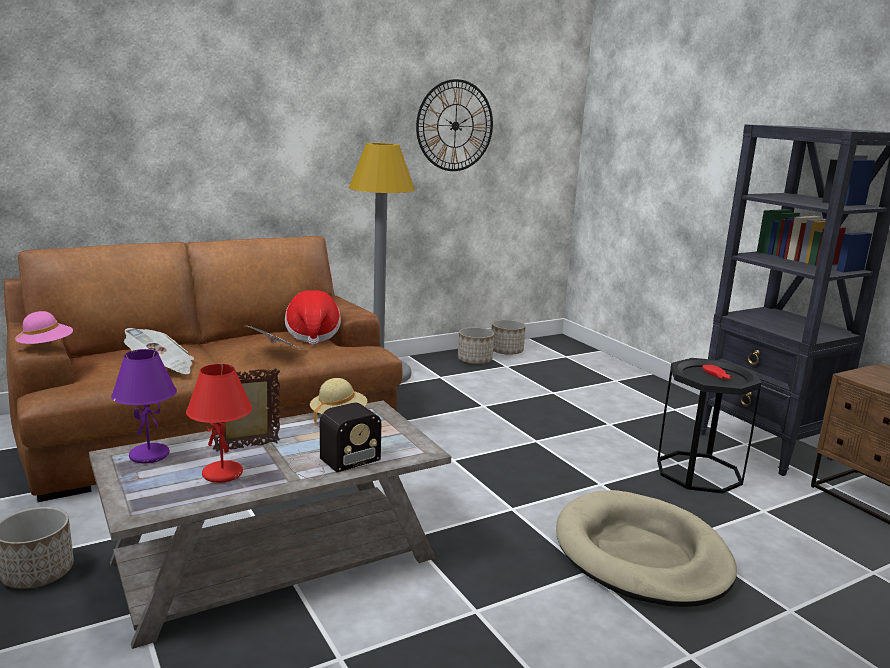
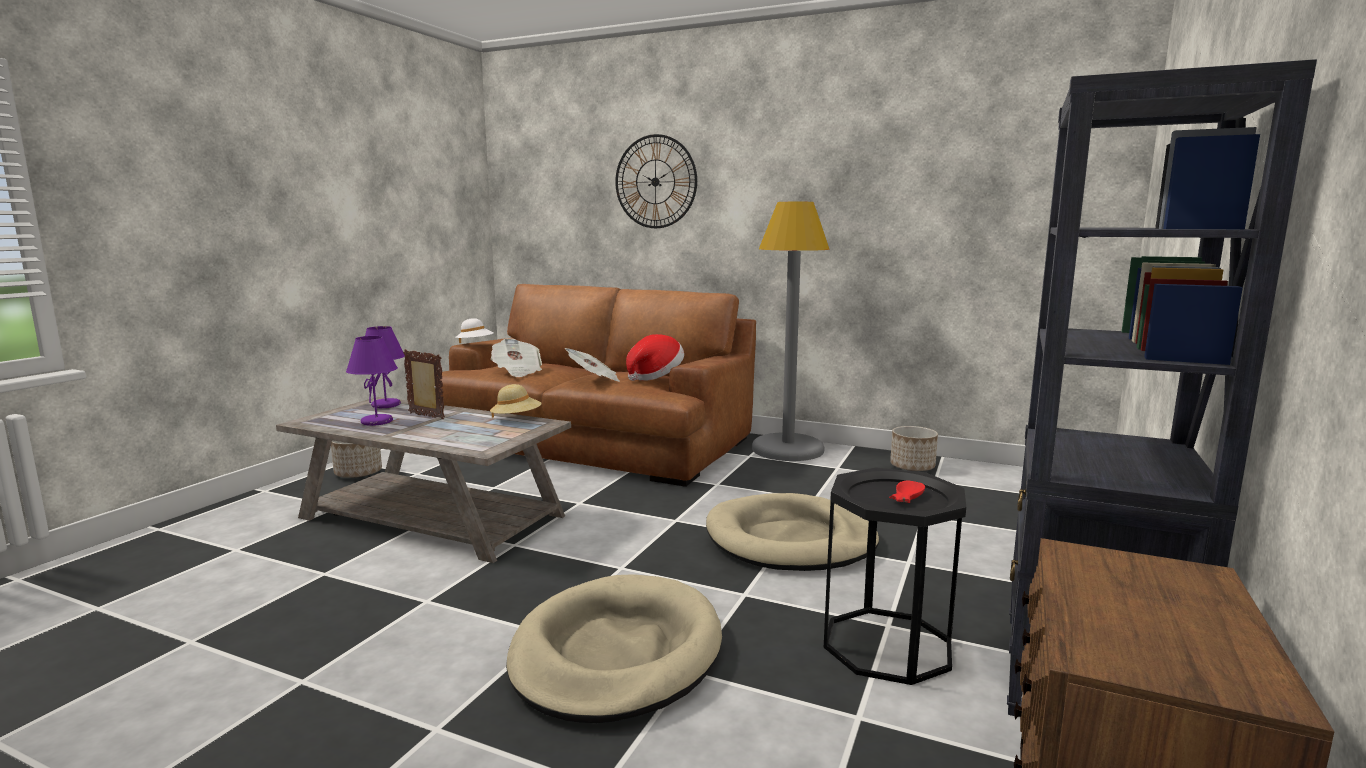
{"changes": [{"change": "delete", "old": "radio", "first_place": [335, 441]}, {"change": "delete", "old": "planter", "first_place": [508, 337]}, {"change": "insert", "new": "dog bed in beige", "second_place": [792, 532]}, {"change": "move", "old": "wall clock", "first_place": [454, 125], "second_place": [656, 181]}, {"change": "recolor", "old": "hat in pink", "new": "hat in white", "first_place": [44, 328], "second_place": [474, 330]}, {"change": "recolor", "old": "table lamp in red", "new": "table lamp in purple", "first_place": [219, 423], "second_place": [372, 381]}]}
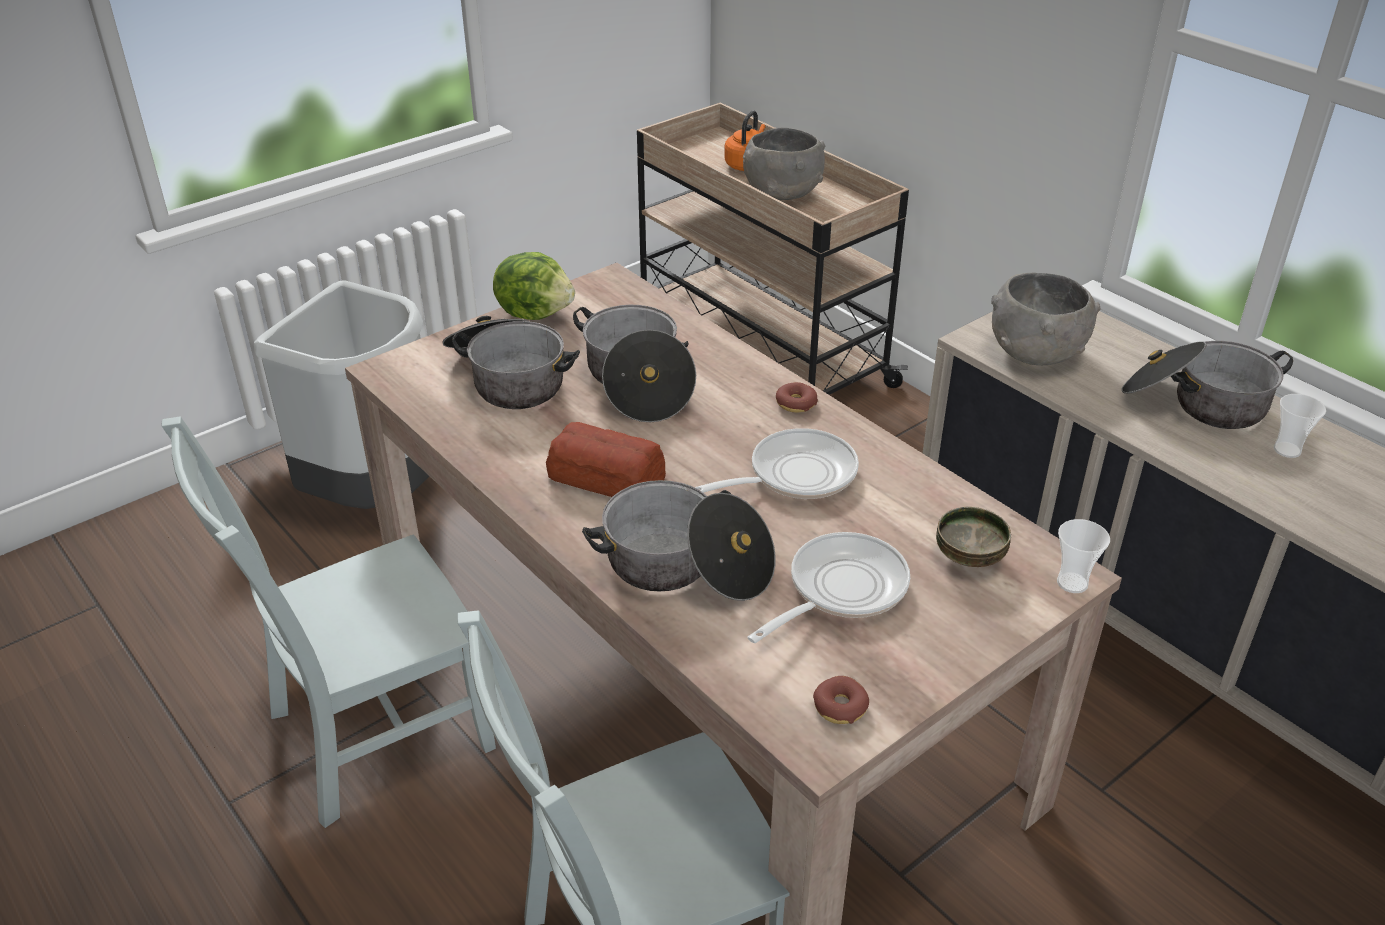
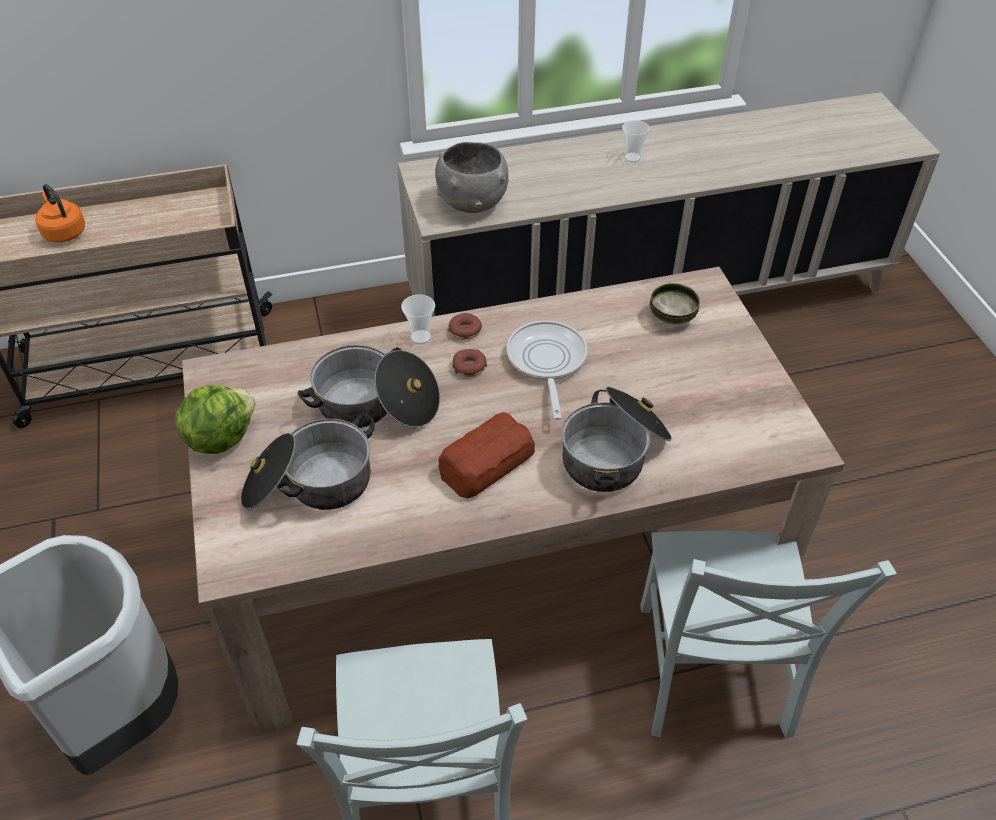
{"changes": [{"change": "delete", "old": "bowl in grey", "first_place": [784, 164]}, {"change": "delete", "old": "frying pan", "first_place": [829, 587]}, {"change": "delete", "old": "cooking pot", "first_place": [1207, 385]}, {"change": "move", "old": "donut", "first_place": [841, 700], "second_place": [469, 363]}, {"change": "move", "old": "cup", "first_place": [1083, 556], "second_place": [418, 319]}]}
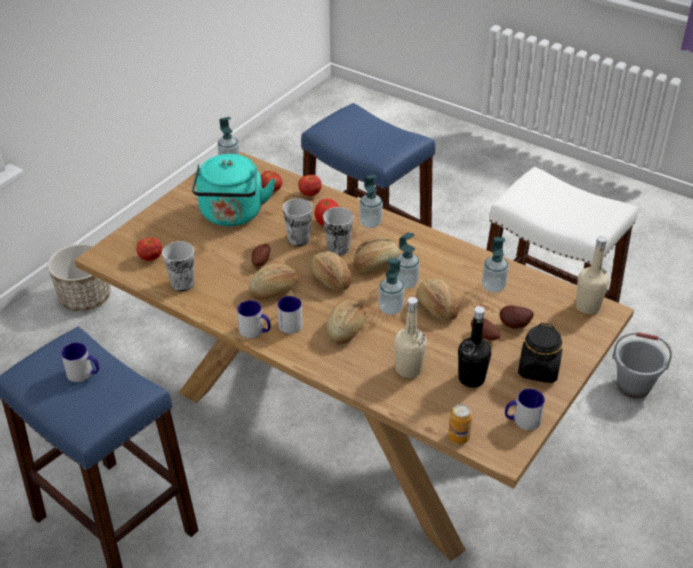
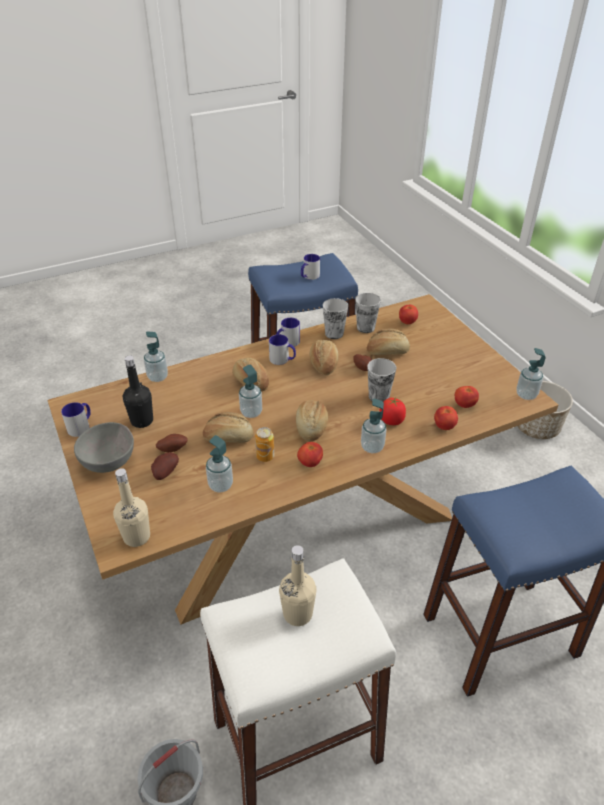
{"changes": [{"change": "delete", "old": "kettle in turquoise", "first_place": [234, 190]}, {"change": "insert", "new": "tomato", "second_place": [310, 454]}, {"change": "move", "old": "bread", "first_place": [330, 270], "second_place": [388, 342]}, {"change": "move", "old": "cup", "first_place": [338, 231], "second_place": [335, 318]}, {"change": "move", "old": "bottle in beige", "first_place": [410, 337], "second_place": [297, 585]}, {"change": "move", "old": "soap dispenser", "first_place": [408, 261], "second_place": [156, 357]}, {"change": "move", "old": "can", "first_place": [460, 424], "second_place": [264, 444]}, {"change": "replace", "old": "jar in black", "new": "bowl in grey", "first_place": [540, 353], "second_place": [104, 447]}]}
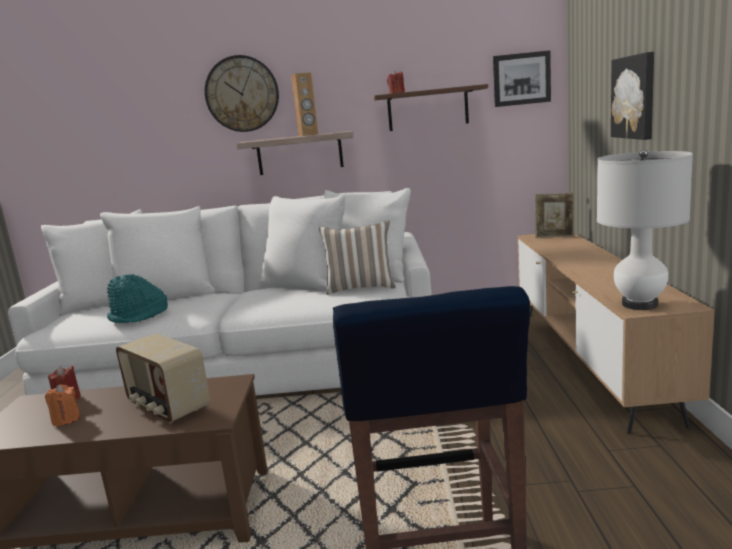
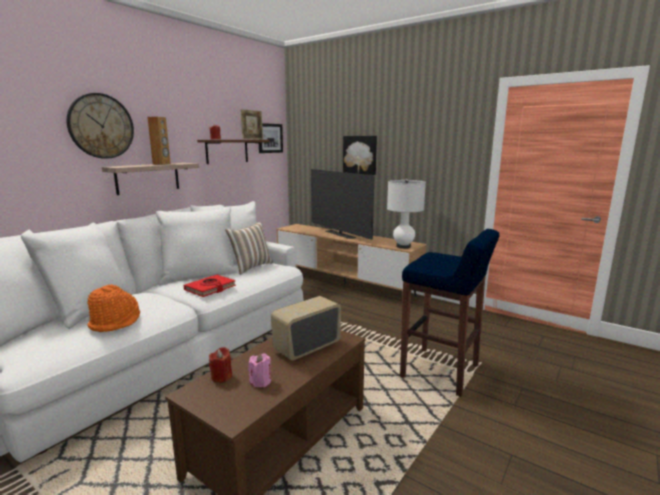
{"changes": [{"change": "insert", "new": "book in red", "second_place": [210, 286]}, {"change": "insert", "new": "television", "second_place": [342, 204]}, {"change": "move", "old": "picture frame", "first_place": [555, 215], "second_place": [252, 124]}, {"change": "recolor", "old": "candle in orange", "new": "candle in pink", "first_place": [62, 405], "second_place": [259, 370]}, {"change": "recolor", "old": "hat in turquoise", "new": "hat in orange", "first_place": [137, 298], "second_place": [113, 308]}, {"change": "rotate", "old": "radio", "first_place": [163, 378], "second_place": [306, 328], "degrees": 150}]}
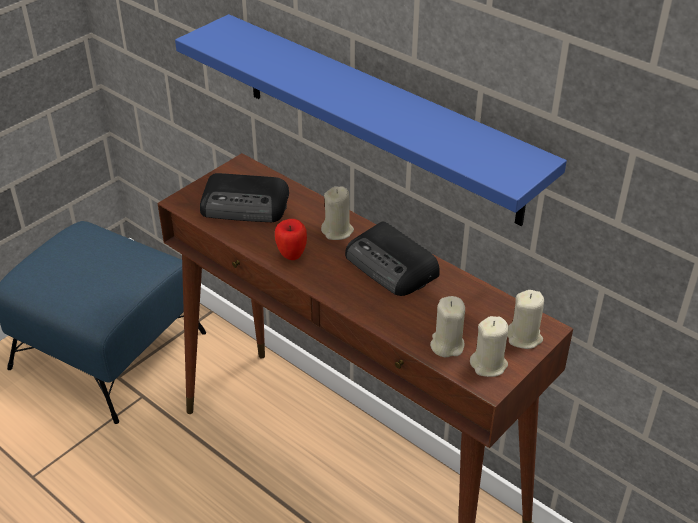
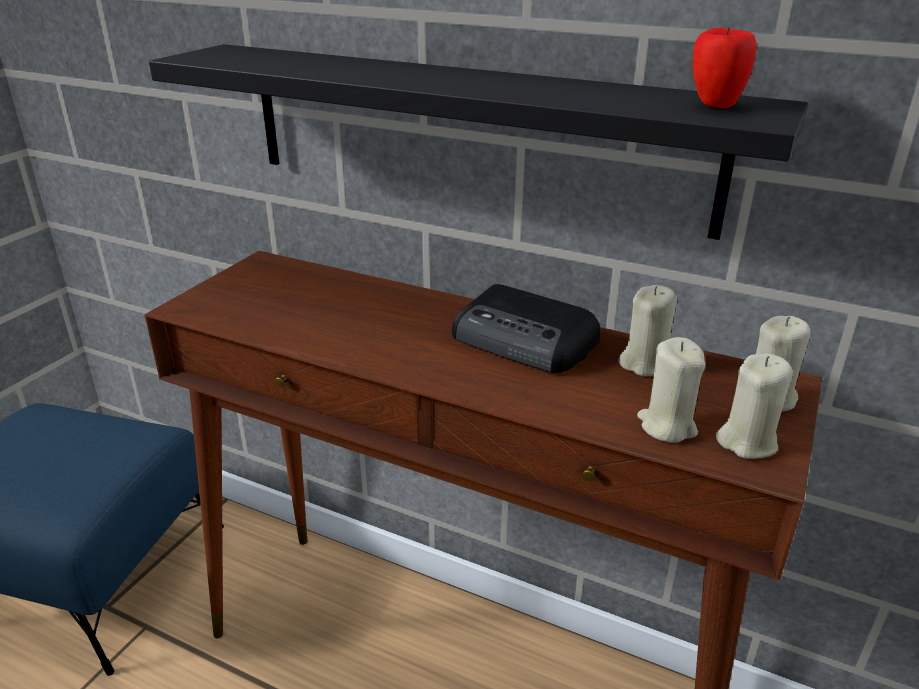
{"changes": [{"change": "delete", "old": "radio", "first_place": [244, 197]}, {"change": "move", "old": "apple", "first_place": [291, 239], "second_place": [725, 68]}, {"change": "move", "old": "candle in beige", "first_place": [337, 213], "second_place": [647, 330]}, {"change": "recolor", "old": "shelf in blue", "new": "shelf in black", "first_place": [371, 120], "second_place": [478, 142]}]}
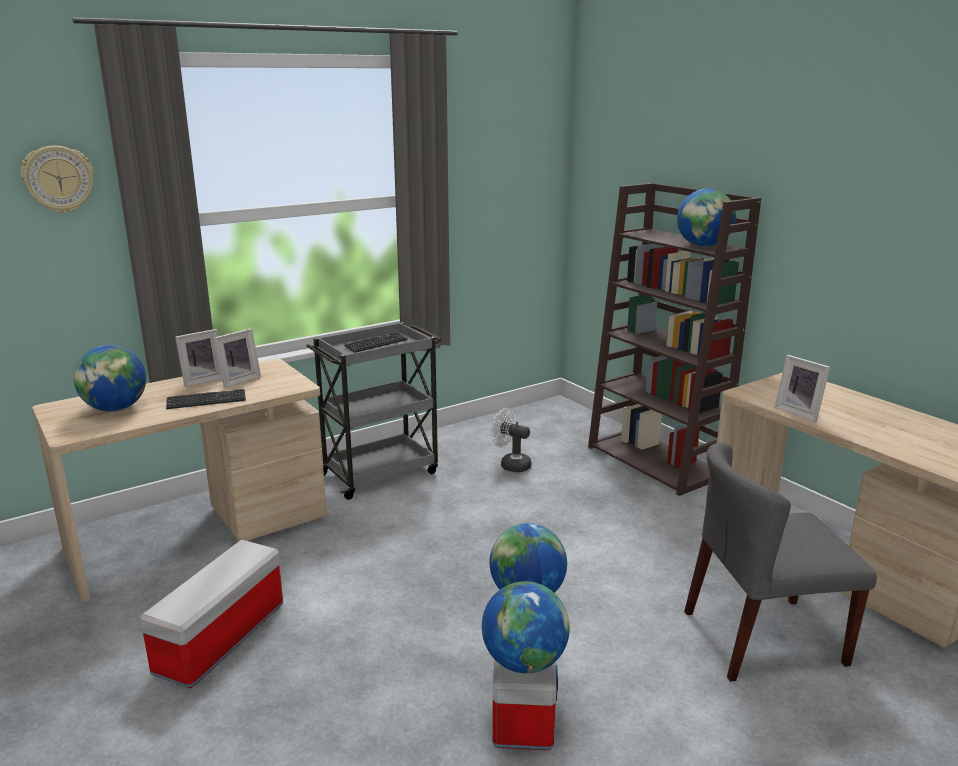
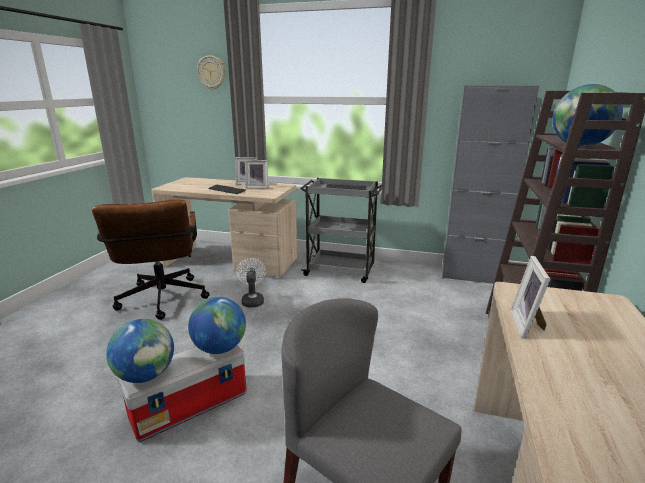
{"changes": [{"change": "delete", "old": "globe", "first_place": [110, 378]}, {"change": "insert", "new": "cabinet in grey", "second_place": [490, 184]}, {"change": "move", "old": "fan in white", "first_place": [511, 440], "second_place": [251, 283]}, {"change": "replace", "old": "storage box", "new": "office chair in brown", "first_place": [211, 614], "second_place": [151, 259]}]}
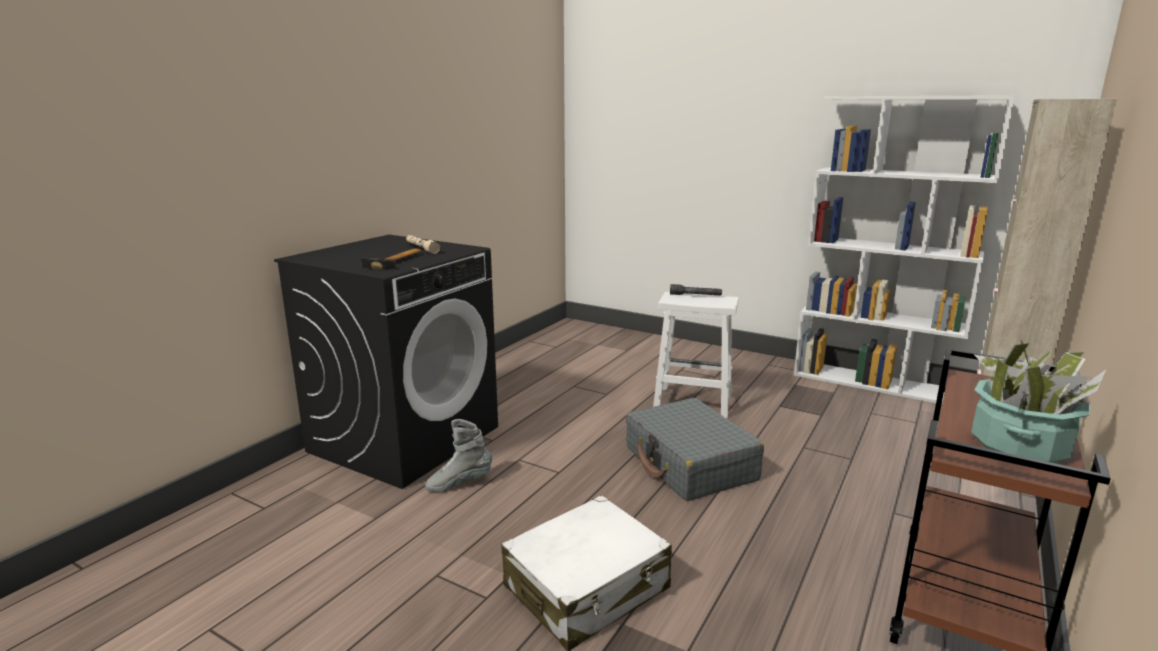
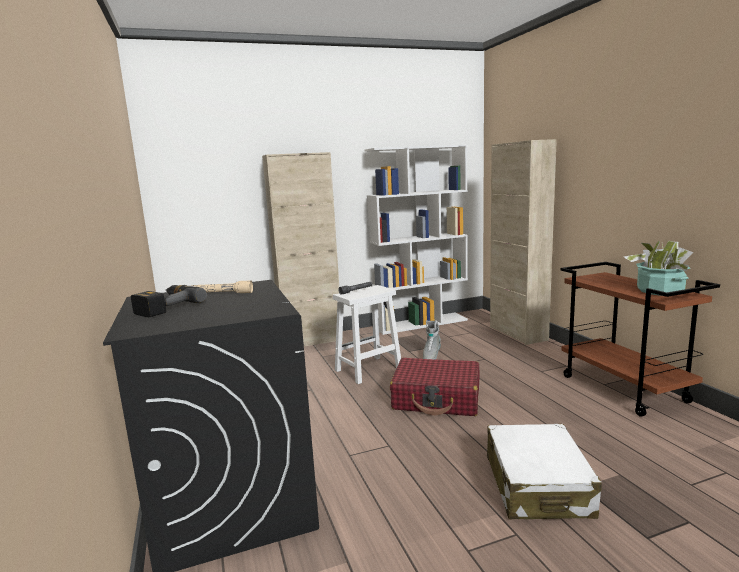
{"changes": [{"change": "delete", "old": "hammer", "first_place": [391, 259]}, {"change": "insert", "new": "power drill", "second_place": [169, 301]}, {"change": "insert", "new": "cabinet in beige", "second_place": [302, 249]}, {"change": "move", "old": "boot in grey", "first_place": [458, 455], "second_place": [432, 340]}, {"change": "recolor", "old": "suitcase in grey", "new": "suitcase in red", "first_place": [695, 449], "second_place": [435, 387]}]}
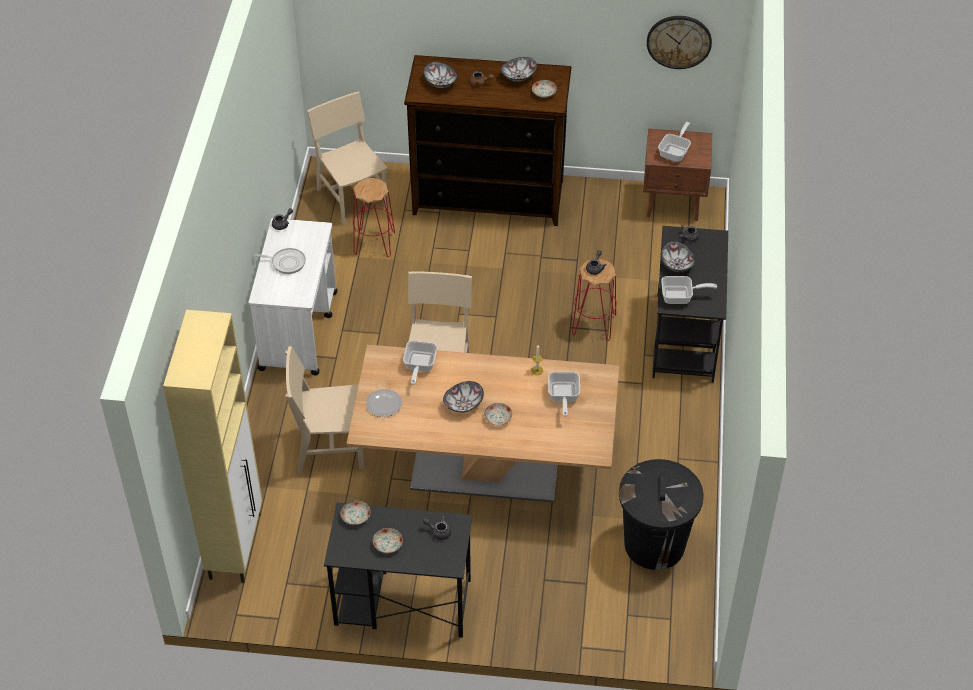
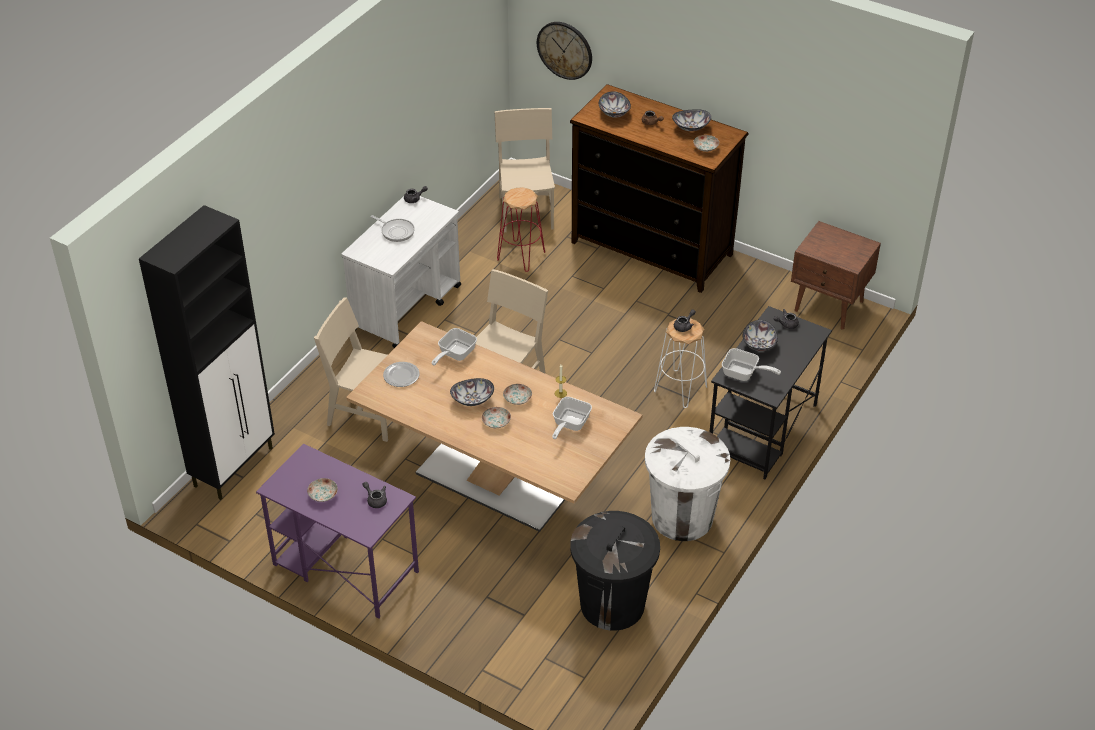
{"changes": [{"change": "delete", "old": "frying pan", "first_place": [674, 142]}, {"change": "insert", "new": "trash can in white", "second_place": [687, 484]}, {"change": "move", "old": "plate", "first_place": [356, 512], "second_place": [517, 394]}, {"change": "move", "old": "wall clock", "first_place": [679, 42], "second_place": [564, 51]}, {"change": "recolor", "old": "cabinet in beige", "new": "cabinet in black", "first_place": [212, 446], "second_place": [207, 352]}, {"change": "recolor", "old": "desk in black", "new": "desk in purple", "first_place": [398, 570], "second_place": [337, 531]}, {"change": "recolor", "old": "stool in red", "new": "stool in white", "first_place": [594, 300], "second_place": [680, 363]}]}
